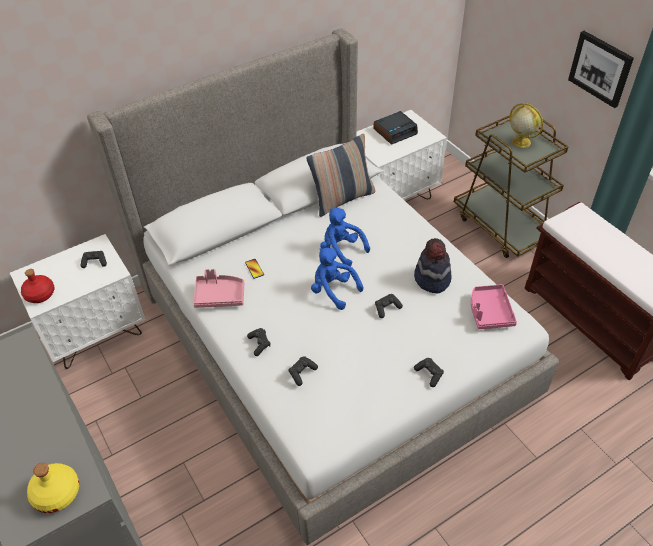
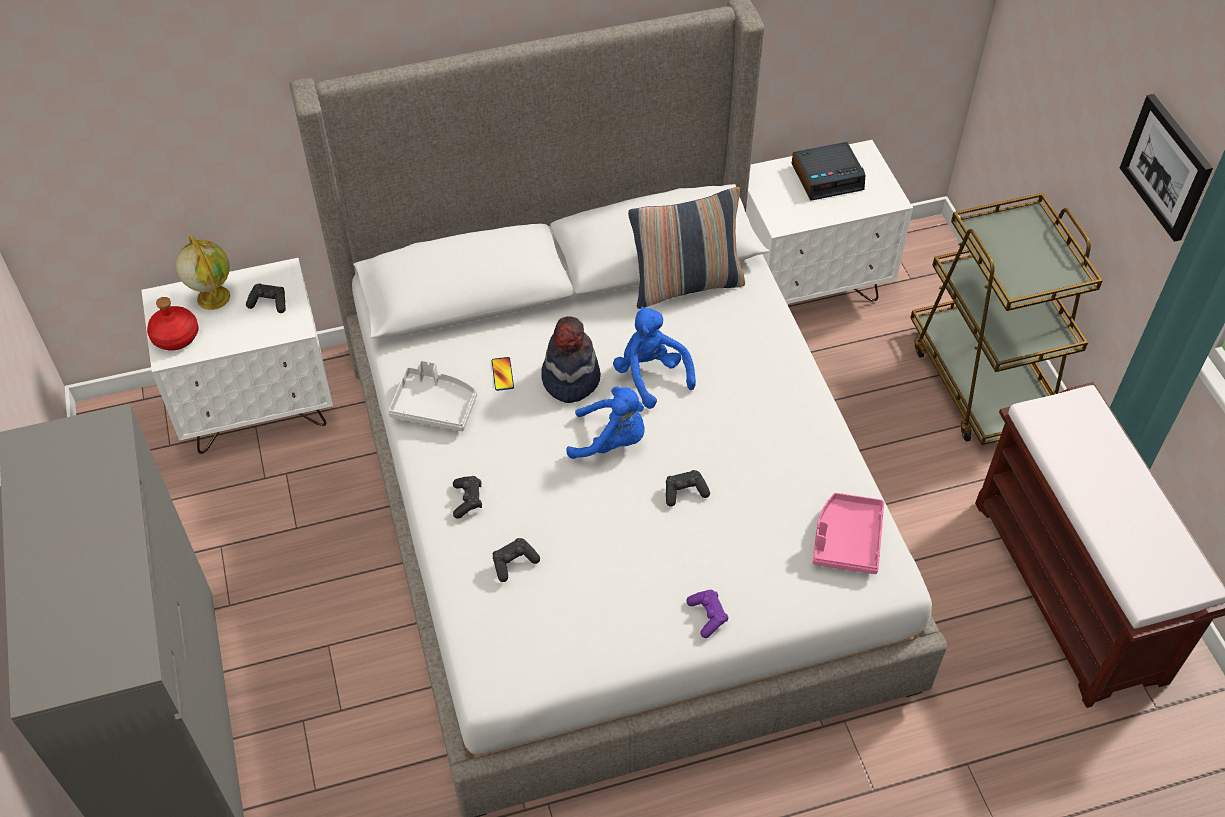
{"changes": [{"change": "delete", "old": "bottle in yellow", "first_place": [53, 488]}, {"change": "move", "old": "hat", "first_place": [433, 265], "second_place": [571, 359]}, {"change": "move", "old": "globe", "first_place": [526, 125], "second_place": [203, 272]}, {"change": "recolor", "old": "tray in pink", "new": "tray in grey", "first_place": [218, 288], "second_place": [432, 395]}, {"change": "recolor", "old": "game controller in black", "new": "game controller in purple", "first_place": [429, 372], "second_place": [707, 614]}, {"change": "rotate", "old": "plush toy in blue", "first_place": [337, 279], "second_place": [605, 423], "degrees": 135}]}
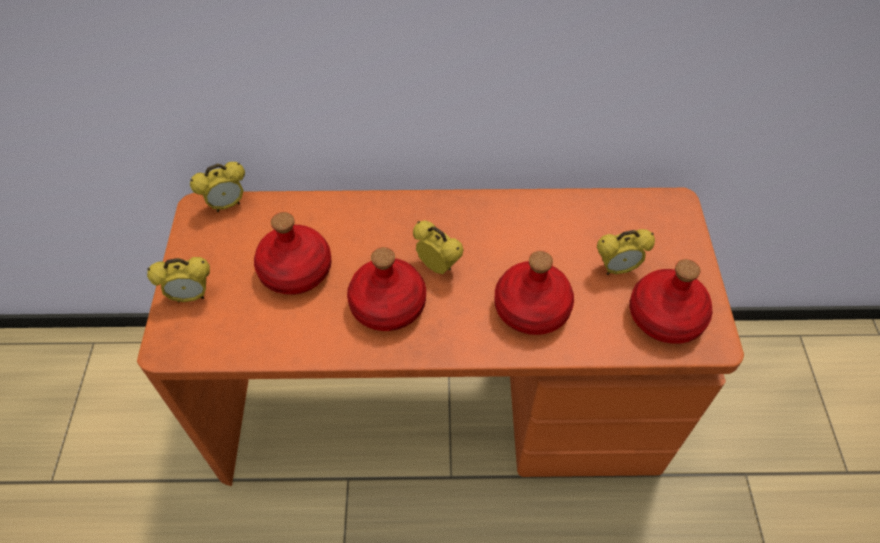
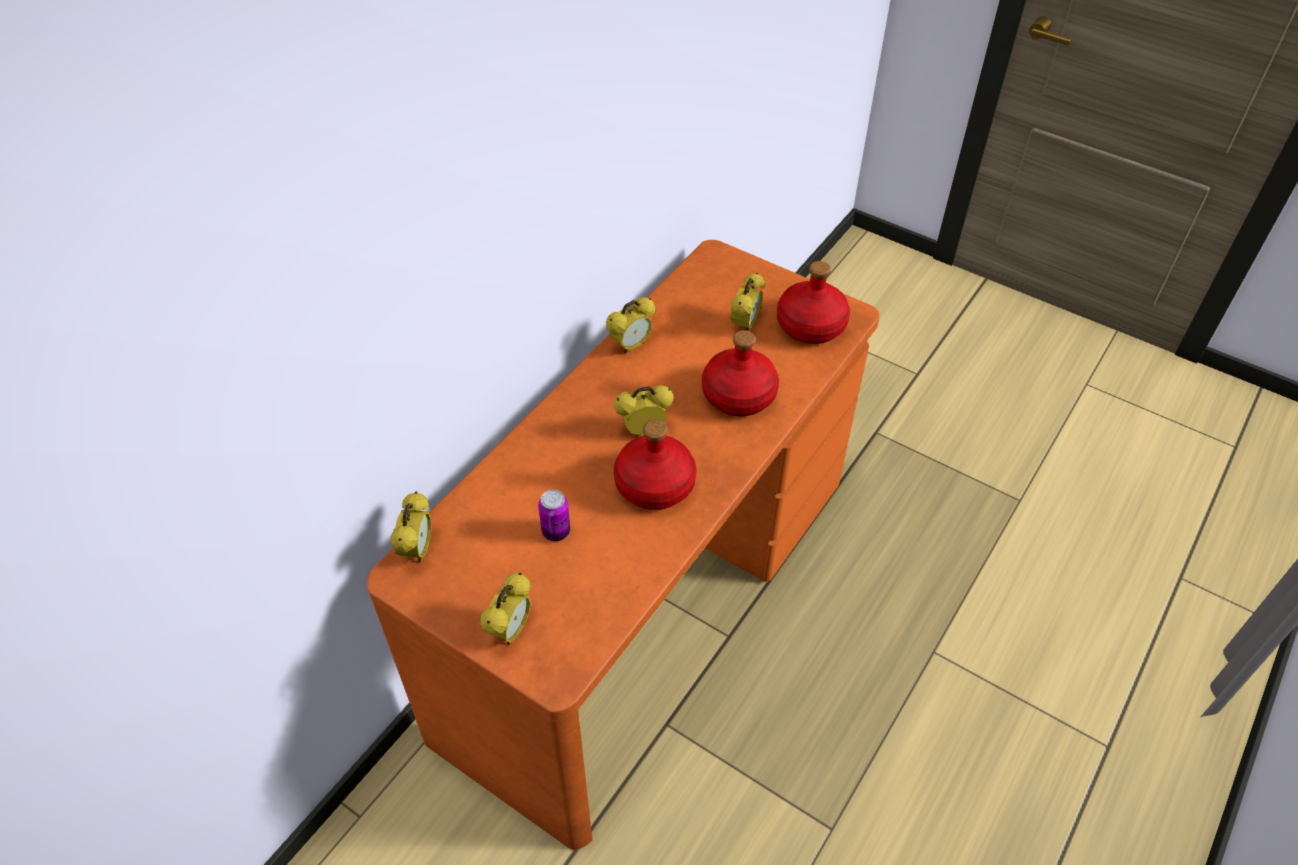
{"changes": [{"change": "insert", "new": "alarm clock", "second_place": [630, 325]}, {"change": "replace", "old": "bottle in red", "new": "can", "first_place": [293, 253], "second_place": [554, 515]}]}
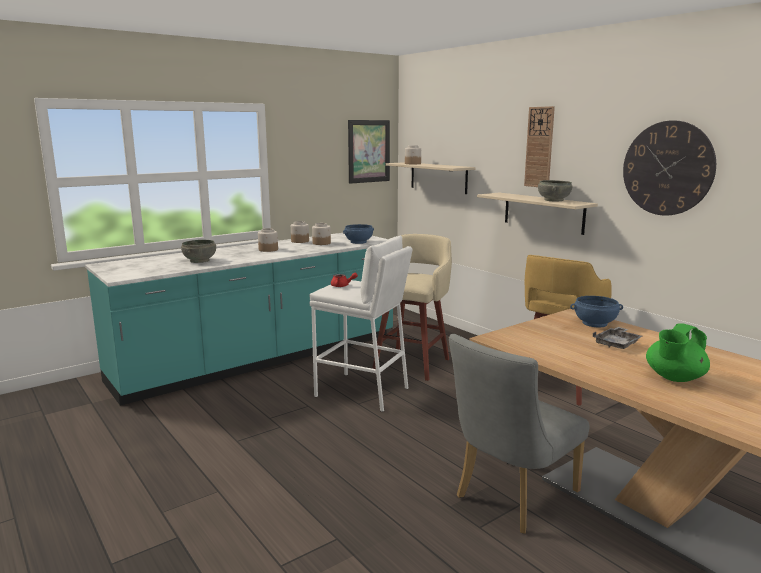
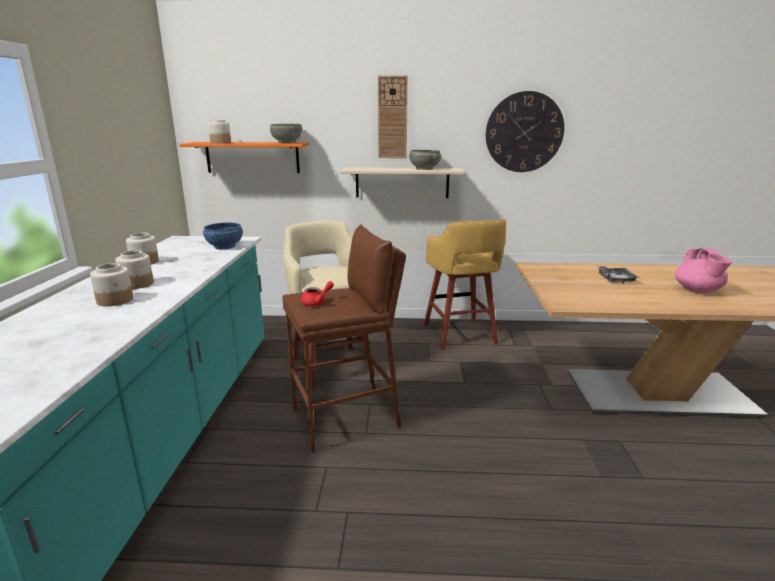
{"changes": [{"change": "delete", "old": "picture", "first_place": [369, 152]}, {"change": "delete", "old": "chair in grey", "first_place": [519, 434]}, {"change": "delete", "old": "bowl in blue", "first_place": [596, 311]}, {"change": "move", "old": "bowl in grey", "first_place": [198, 251], "second_place": [286, 133]}, {"change": "move", "old": "jar", "first_place": [321, 234], "second_place": [111, 284]}, {"change": "recolor", "old": "stool in white", "new": "stool in brown", "first_place": [360, 323], "second_place": [344, 338]}, {"change": "recolor", "old": "shelf in beige", "new": "shelf in orange", "first_place": [431, 178], "second_place": [244, 157]}, {"change": "recolor", "old": "teapot in green", "new": "teapot in pink", "first_place": [678, 352], "second_place": [703, 270]}]}
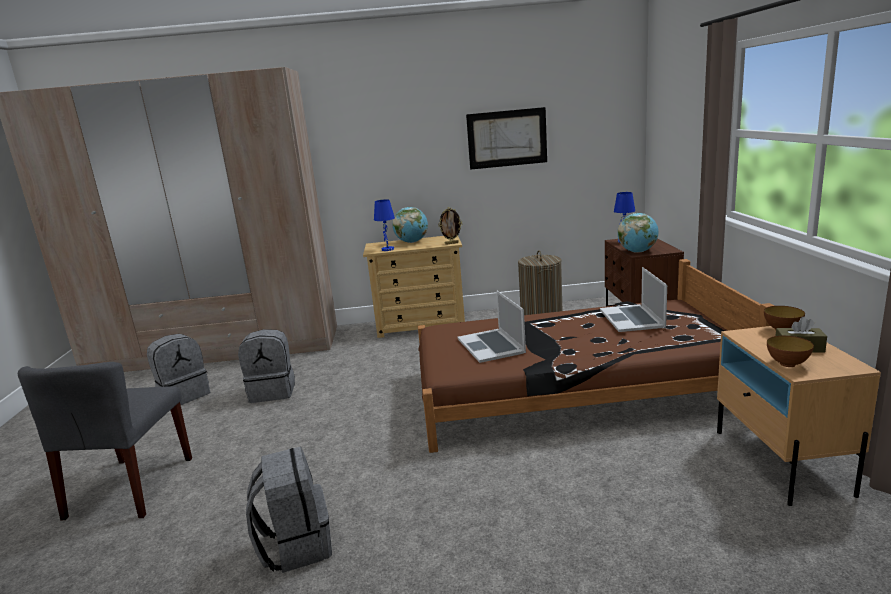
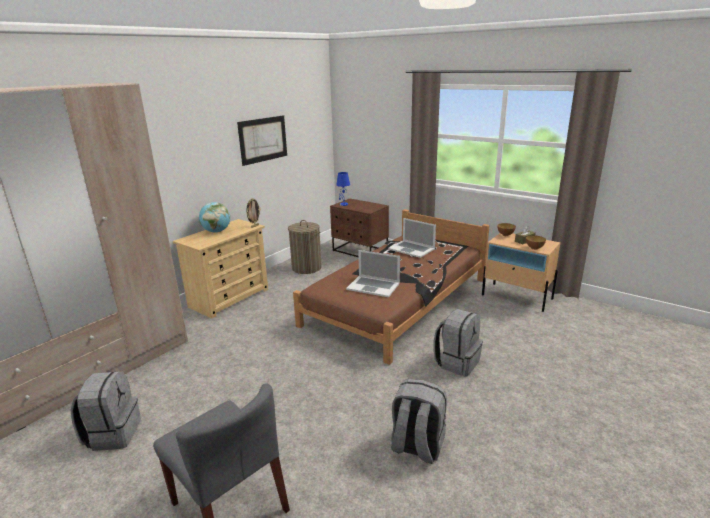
{"changes": [{"change": "delete", "old": "table lamp in blue", "first_place": [384, 225]}, {"change": "delete", "old": "globe", "first_place": [638, 233]}, {"change": "move", "old": "backpack in grey", "first_place": [266, 366], "second_place": [458, 342]}]}
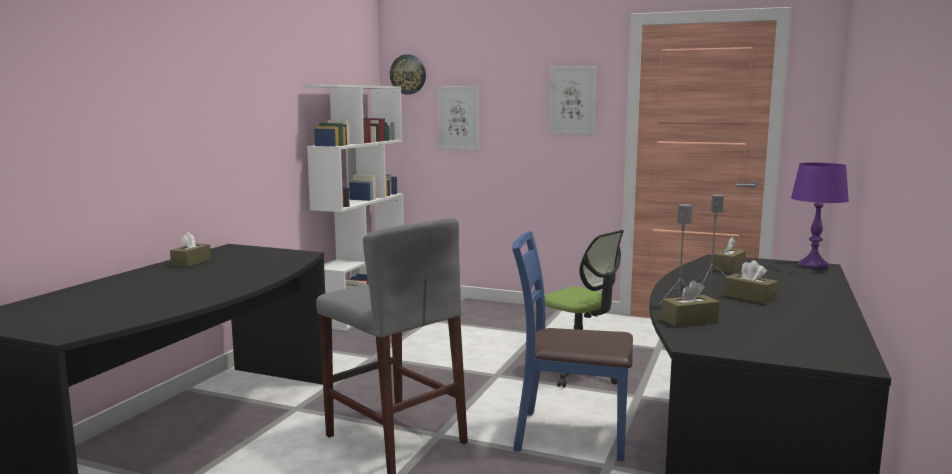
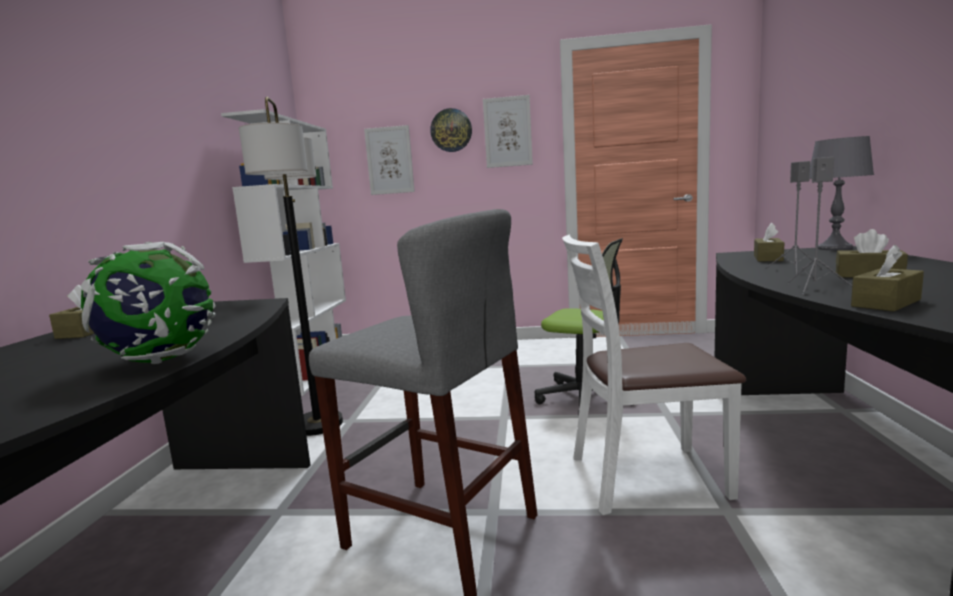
{"changes": [{"change": "insert", "new": "globe", "second_place": [148, 303]}, {"change": "insert", "new": "floor lamp", "second_place": [291, 266]}, {"change": "move", "old": "wall clock", "first_place": [408, 74], "second_place": [451, 130]}, {"change": "recolor", "old": "chair in blue", "new": "chair in white", "first_place": [572, 346], "second_place": [654, 374]}, {"change": "recolor", "old": "table lamp in purple", "new": "table lamp in grey", "first_place": [820, 216], "second_place": [842, 193]}]}
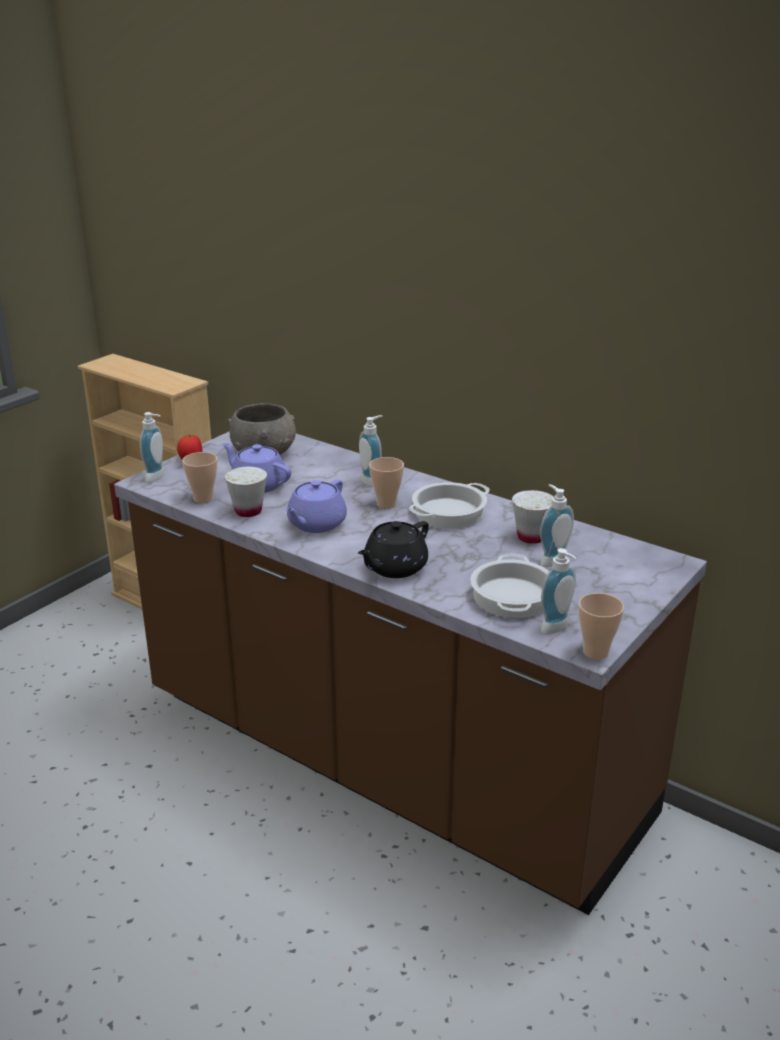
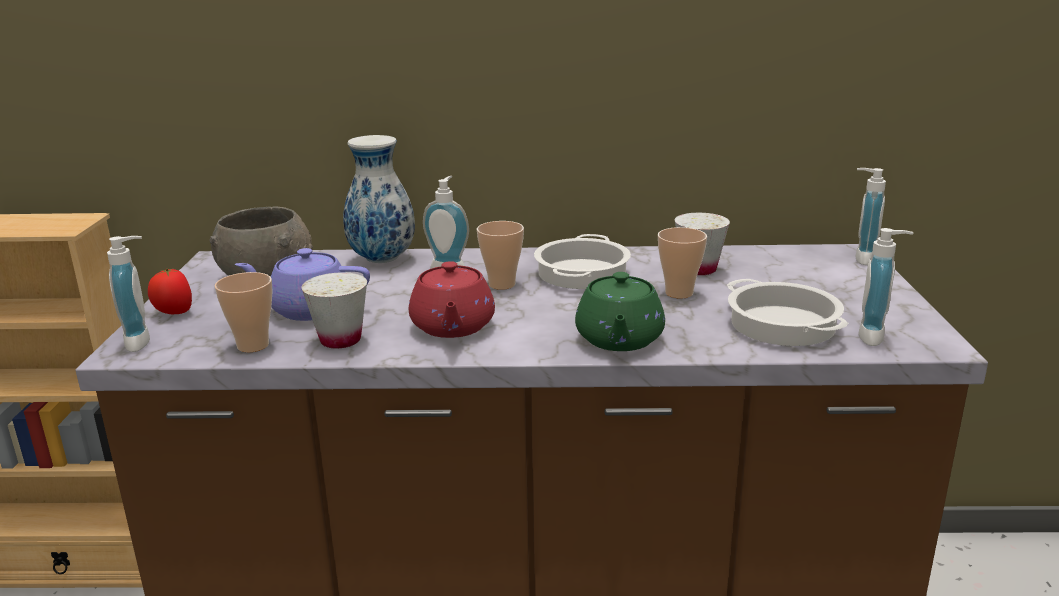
{"changes": [{"change": "insert", "new": "vase", "second_place": [379, 199]}, {"change": "move", "old": "soap dispenser", "first_place": [557, 525], "second_place": [870, 216]}, {"change": "move", "old": "cup", "first_place": [601, 626], "second_place": [682, 263]}, {"change": "recolor", "old": "teapot in purple", "new": "teapot in red", "first_place": [316, 506], "second_place": [452, 299]}, {"change": "recolor", "old": "teapot in black", "new": "teapot in green", "first_place": [393, 549], "second_place": [620, 311]}]}
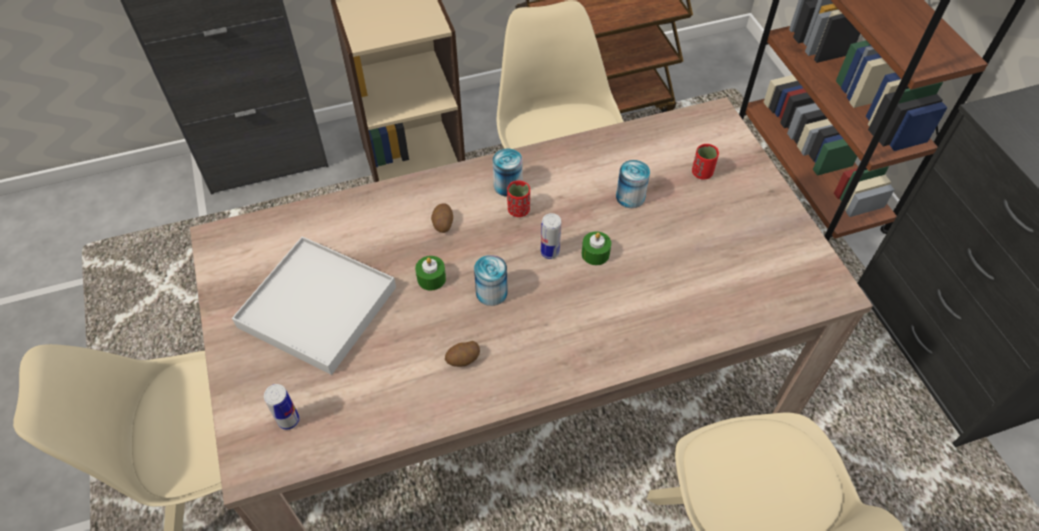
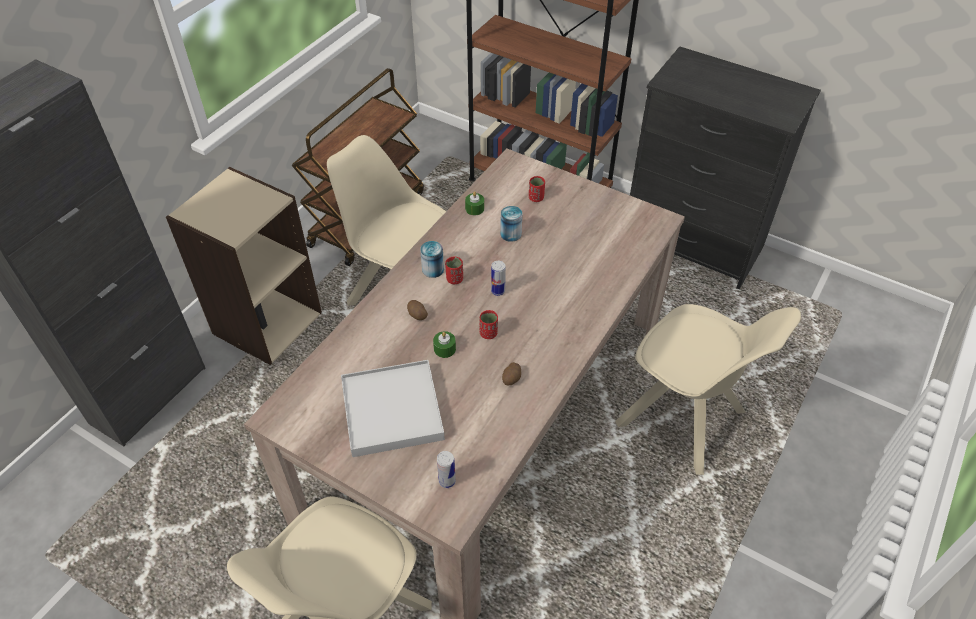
{"changes": [{"change": "move", "old": "candle in green", "first_place": [596, 248], "second_place": [474, 203]}, {"change": "replace", "old": "can", "new": "cup in red", "first_place": [491, 280], "second_place": [489, 324]}]}
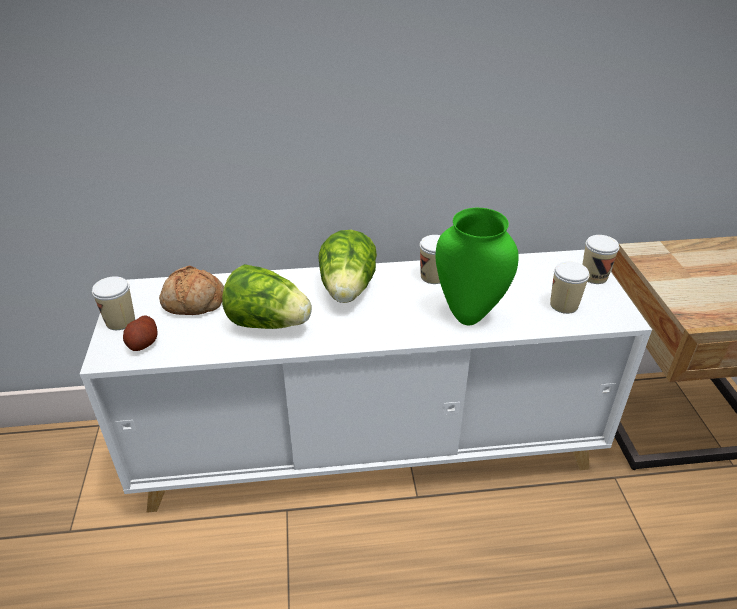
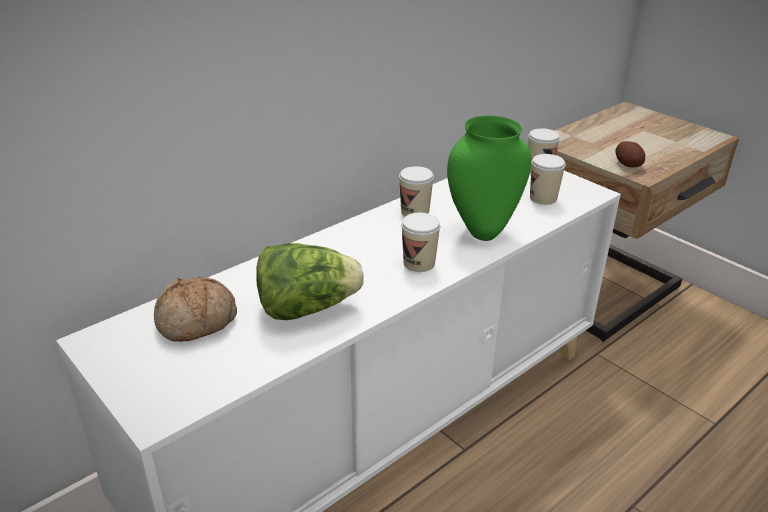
{"changes": [{"change": "delete", "old": "lettuce", "first_place": [347, 266]}, {"change": "move", "old": "cup", "first_place": [113, 303], "second_place": [421, 242]}, {"change": "move", "old": "potato", "first_place": [140, 333], "second_place": [630, 154]}]}
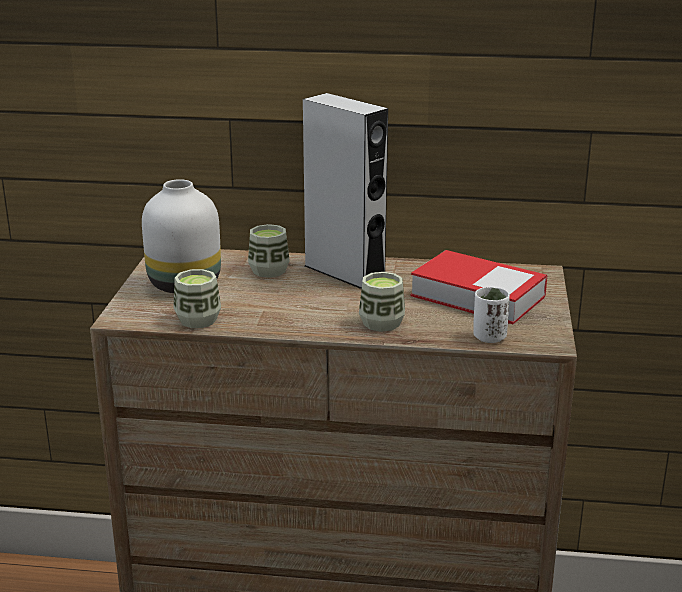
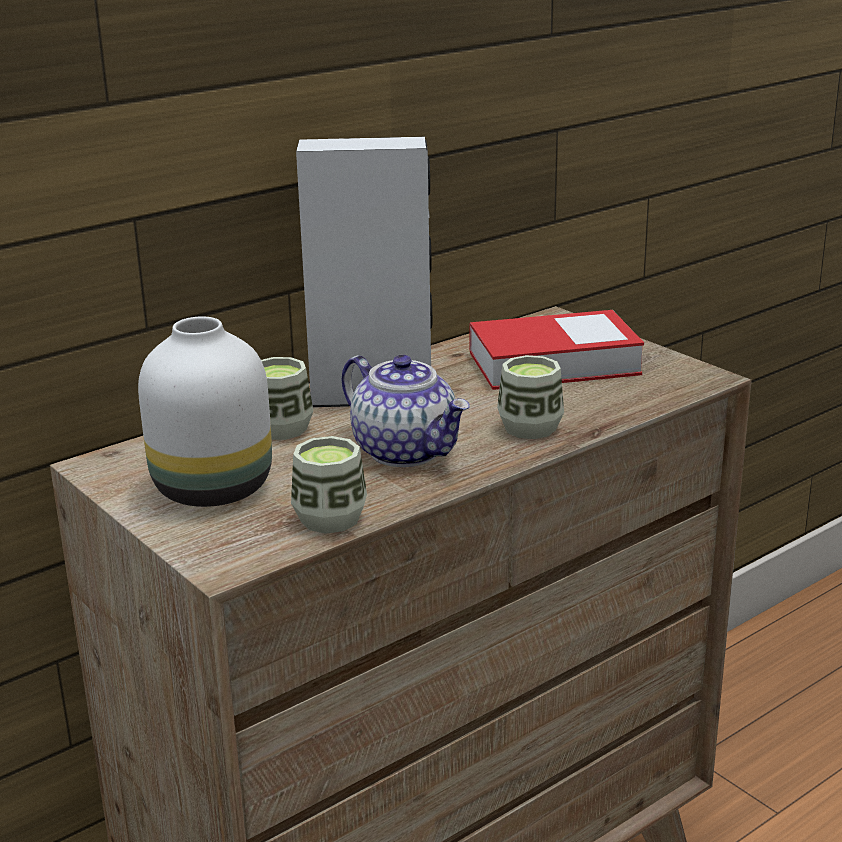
{"changes": [{"change": "delete", "old": "cup in white", "first_place": [491, 315]}, {"change": "insert", "new": "teapot", "second_place": [406, 411]}]}
